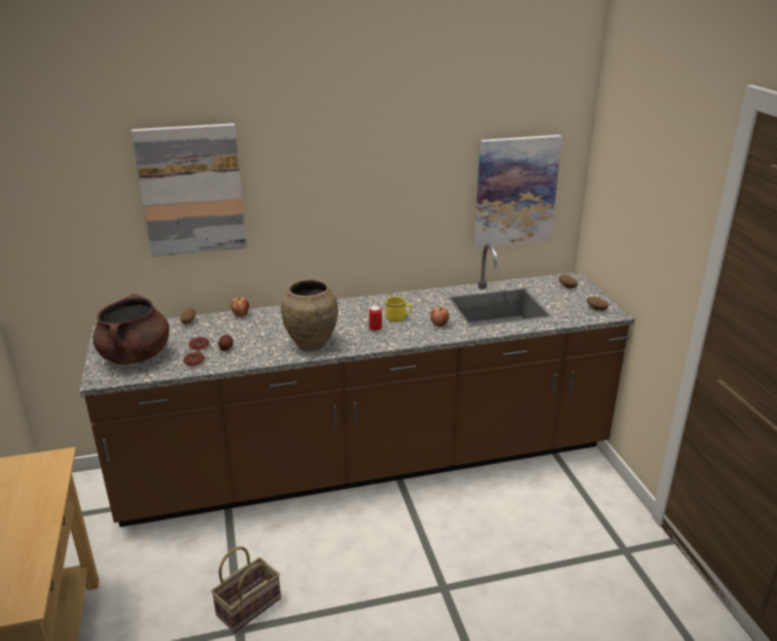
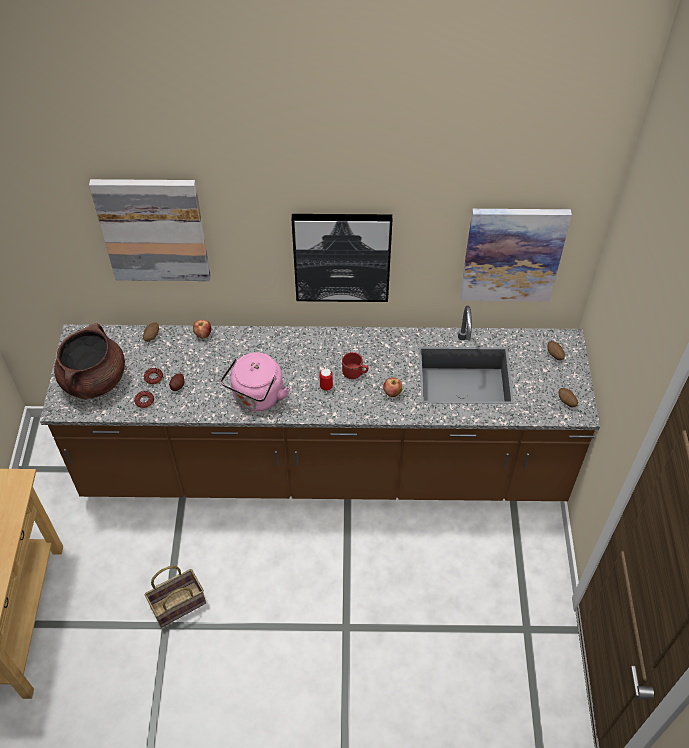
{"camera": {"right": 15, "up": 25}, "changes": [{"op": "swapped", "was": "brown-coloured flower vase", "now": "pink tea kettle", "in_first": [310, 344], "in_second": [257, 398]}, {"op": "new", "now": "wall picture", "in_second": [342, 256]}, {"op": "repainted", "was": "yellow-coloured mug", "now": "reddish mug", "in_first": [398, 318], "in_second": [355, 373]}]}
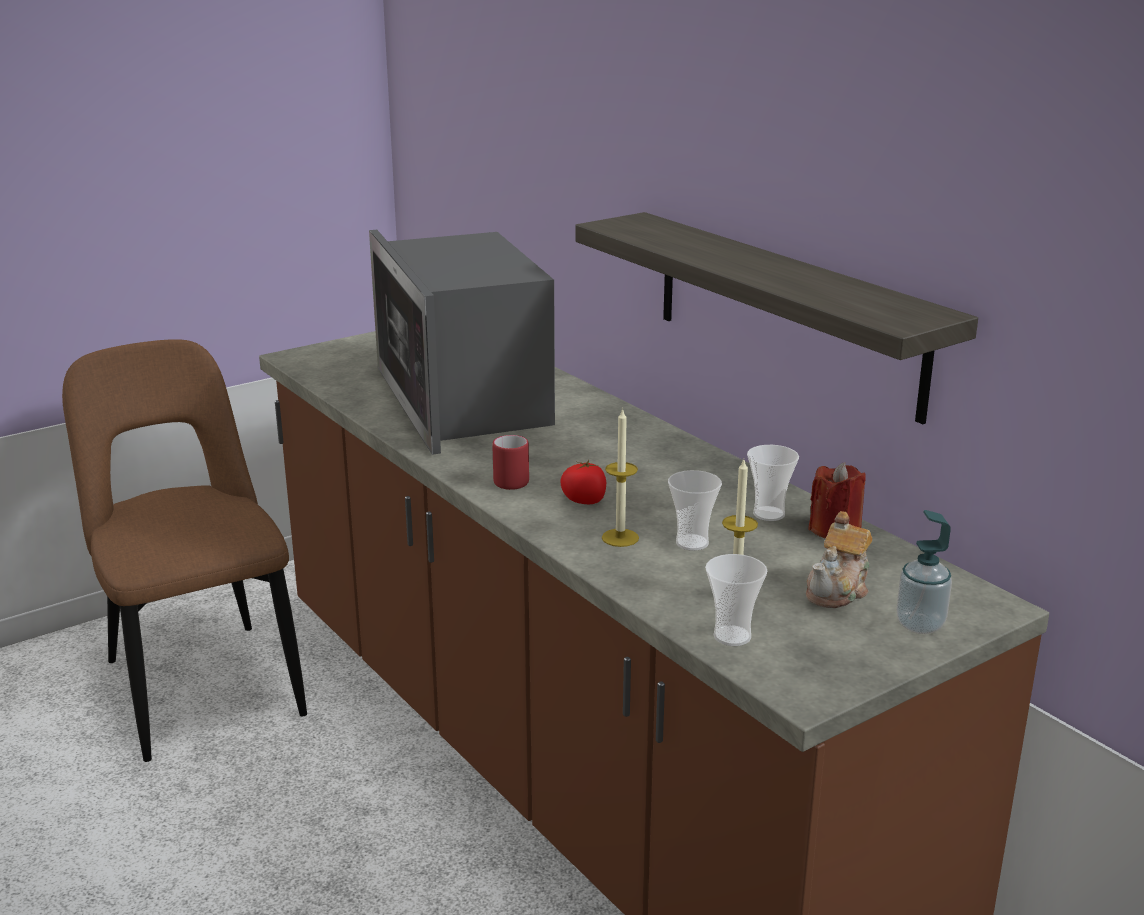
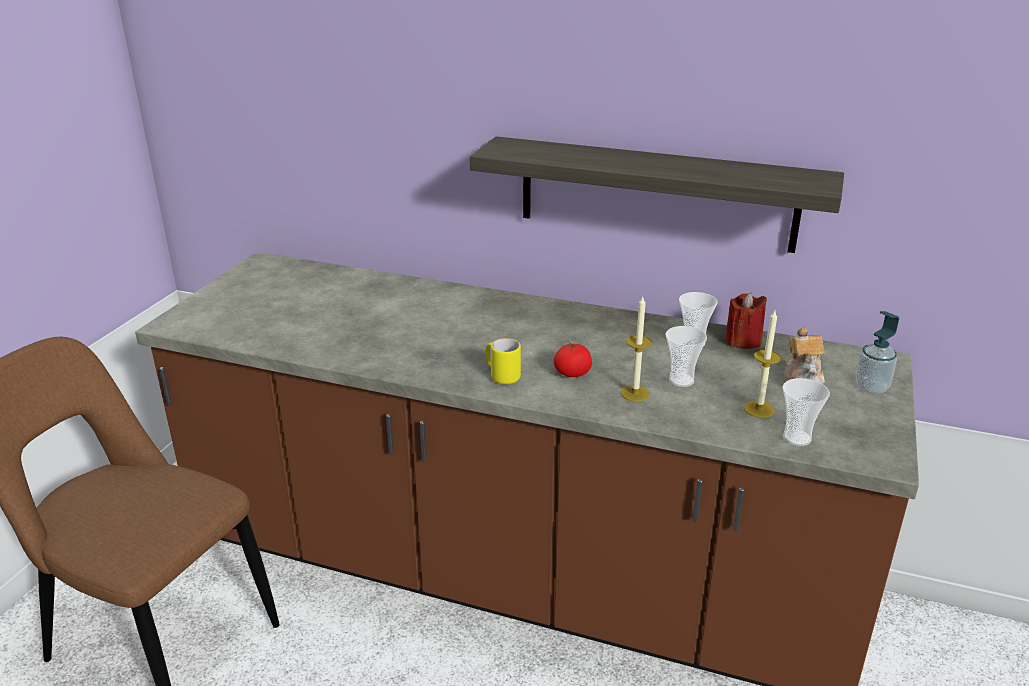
{"camera": {"right": -35, "up": 5}, "changes": [{"op": "repainted", "was": "reddish mug", "now": "yellow-coloured mug", "in_first": [510, 480], "in_second": [501, 376]}, {"op": "gone", "was": "microwave", "in_first": [463, 400]}]}
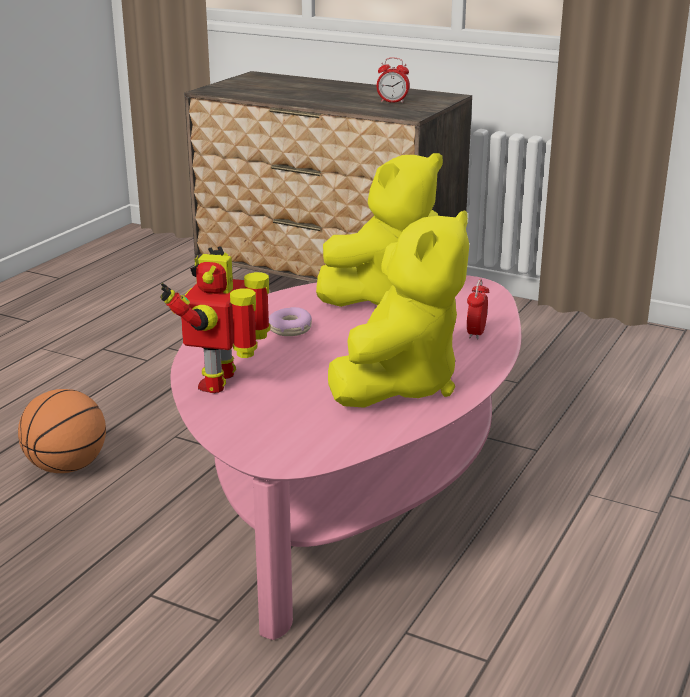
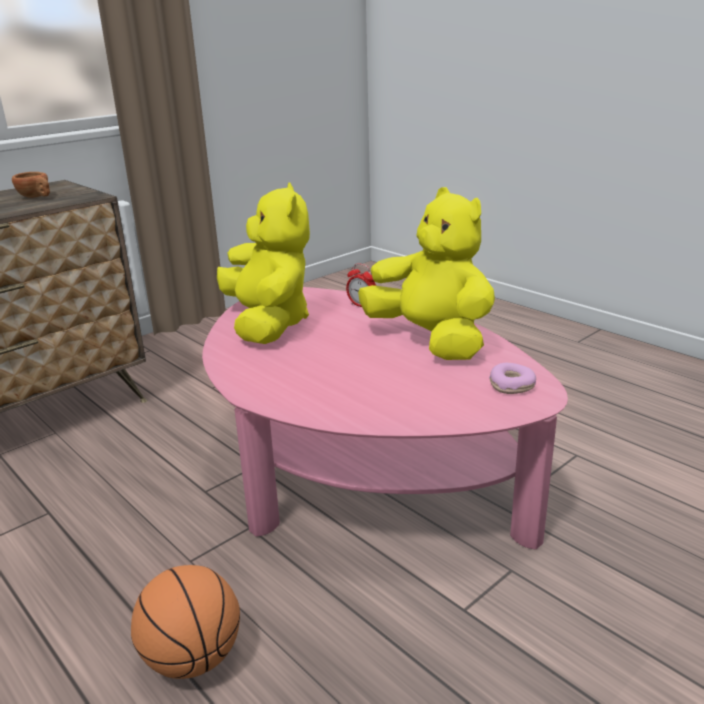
{"camera": {"right": -70, "up": 0}, "changes": [{"op": "swapped", "was": "alarm clock", "now": "brown-coloured drinking cup", "in_first": [392, 102], "in_second": [37, 197]}, {"op": "shifted", "was": "ring doughnut", "in_first": [290, 330], "in_second": [511, 385]}, {"op": "gone", "was": "model robot", "in_first": [222, 381]}]}
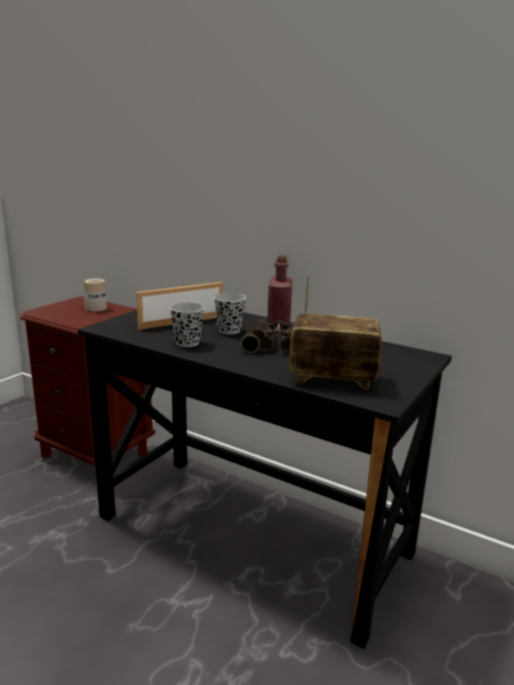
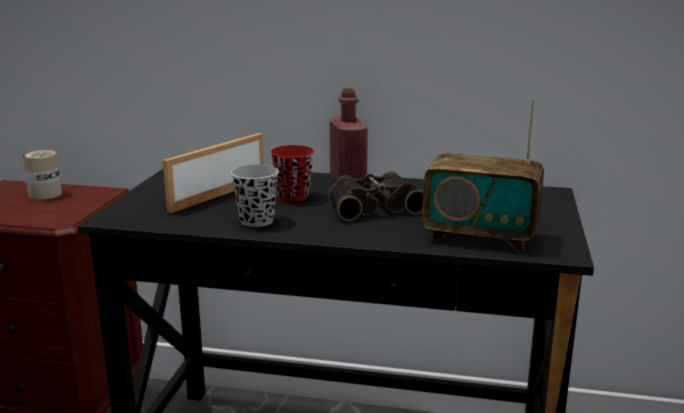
{"camera": {"right": -20, "up": 0}, "changes": [{"op": "repainted", "was": "black drinking cup", "now": "reddish drinking cup", "in_first": [229, 331], "in_second": [293, 197]}, {"op": "rotated", "was": "radio set", "in_first": [332, 379], "in_second": [480, 236], "clockwise": -150}]}
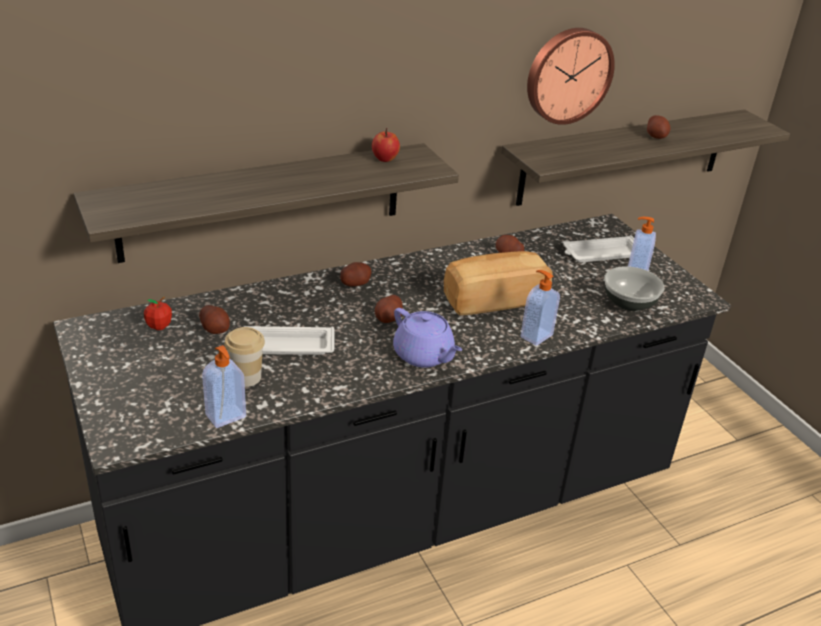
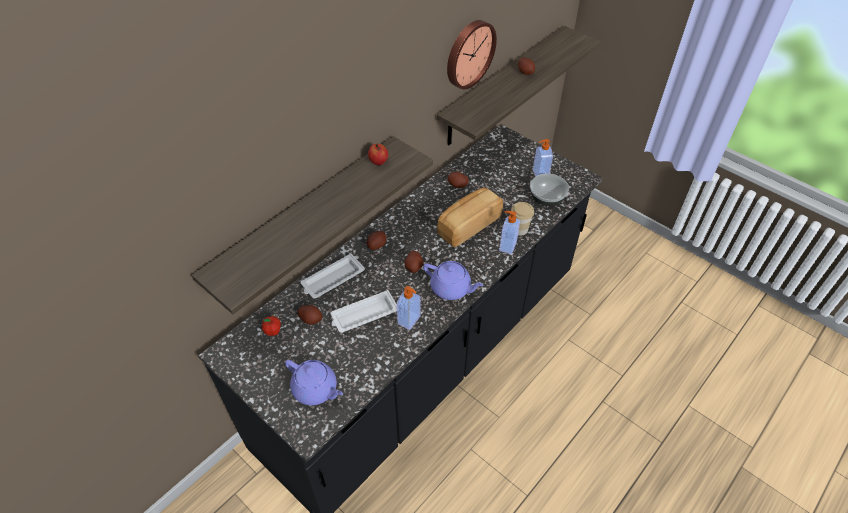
{"camera": {"right": -20, "up": 15}, "changes": [{"op": "new", "now": "purple tea pot", "in_second": [316, 389]}, {"op": "shifted", "was": "white-coloured carrying tray", "in_first": [601, 254], "in_second": [332, 280]}, {"op": "shifted", "was": "soap dispenser", "in_first": [226, 417], "in_second": [409, 320]}, {"op": "shifted", "was": "drinking cup", "in_first": [246, 377], "in_second": [519, 229]}]}
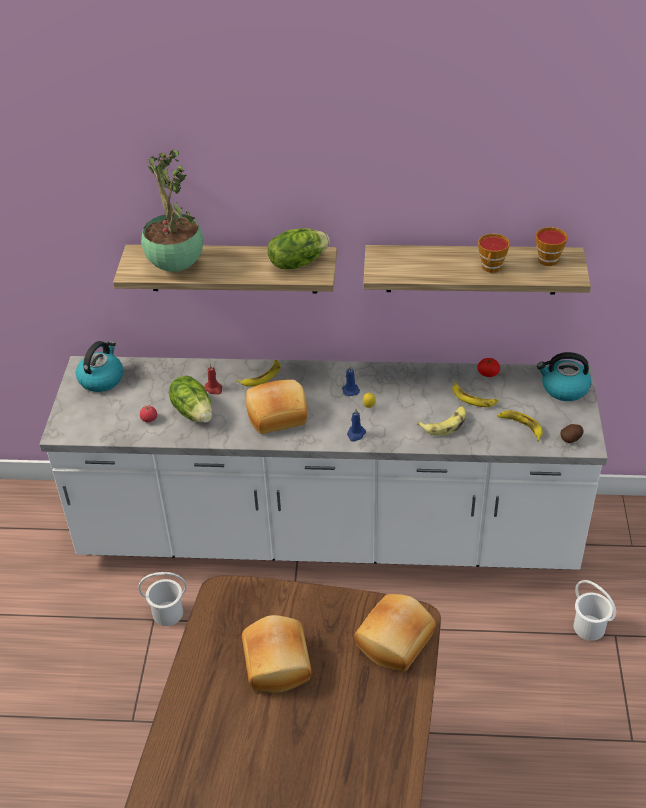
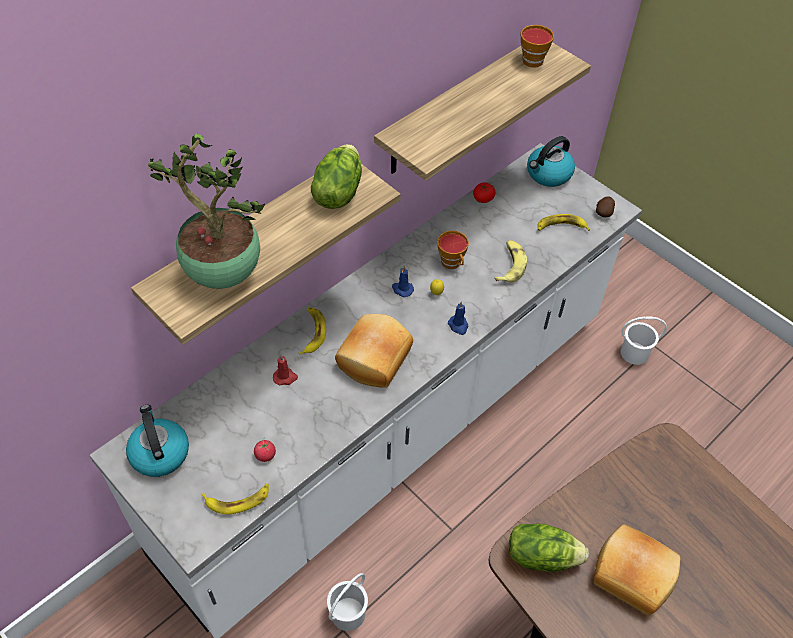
{"camera": {"right": -50, "up": 10}, "changes": [{"op": "shifted", "was": "whole banana", "in_first": [473, 398], "in_second": [238, 499]}, {"op": "shifted", "was": "drinking cup", "in_first": [491, 268], "in_second": [452, 263]}, {"op": "shifted", "was": "lettuce", "in_first": [193, 412], "in_second": [541, 555]}, {"op": "gone", "was": "baked bread", "in_first": [396, 642]}]}
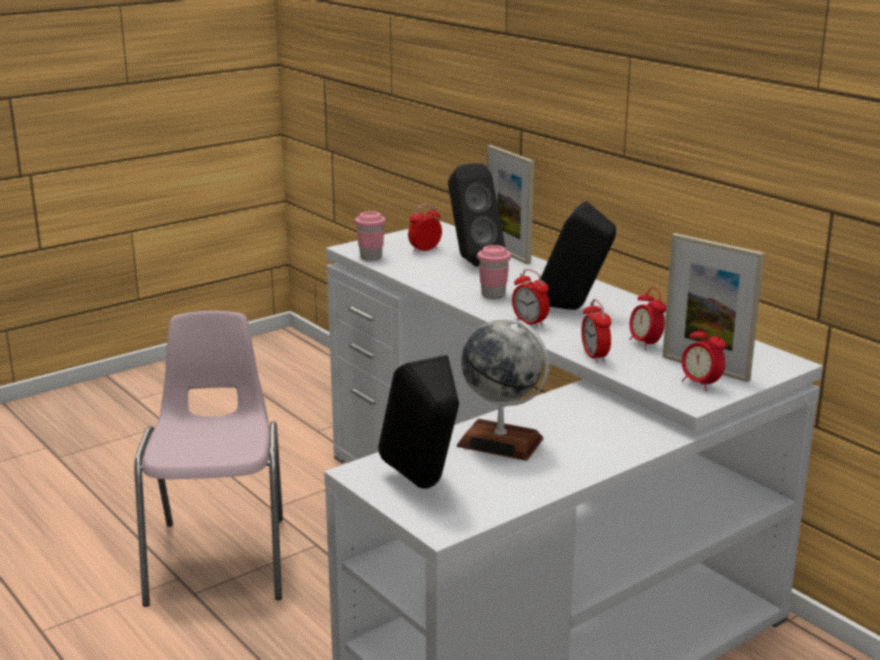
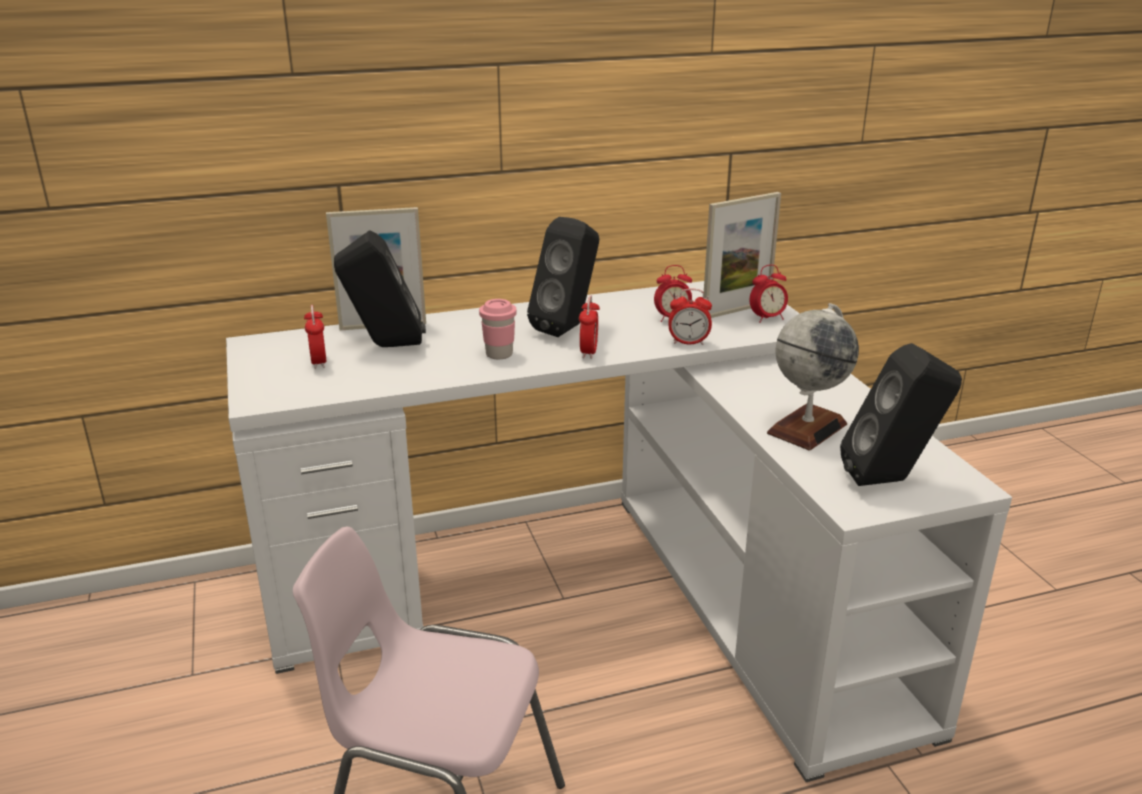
{"camera": {"right": -70, "up": 5}, "changes": [{"op": "rotated", "was": "alarm clock", "in_first": [530, 323], "in_second": [589, 352], "clockwise": -60}, {"op": "gone", "was": "pink drinking cup", "in_first": [371, 257]}]}
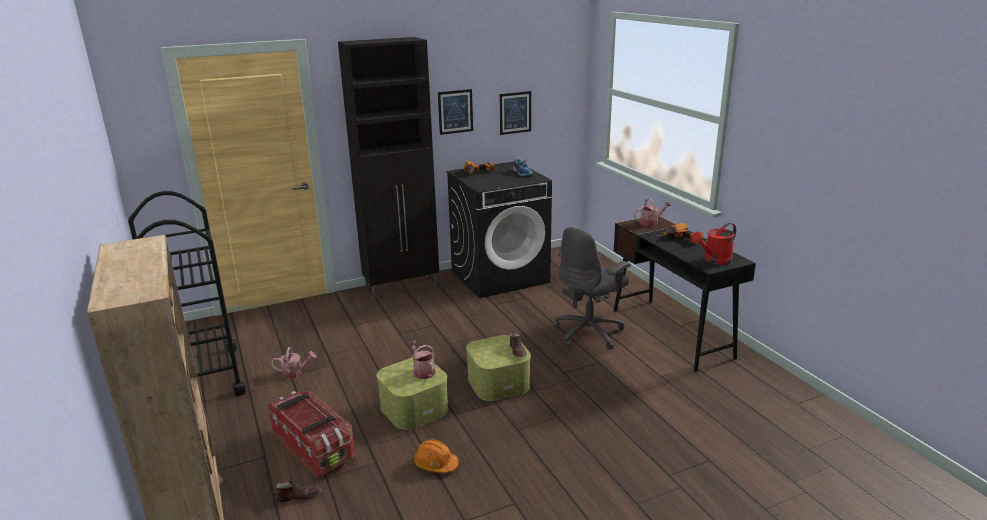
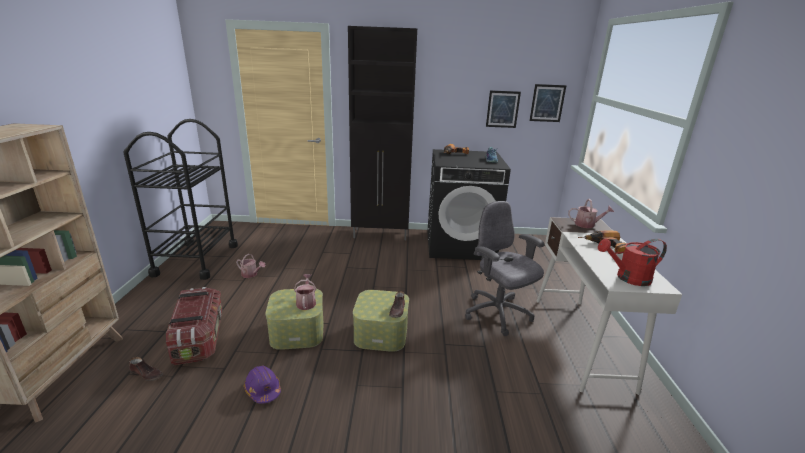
{"camera": {"right": 25, "up": 0}, "changes": [{"op": "repainted", "was": "orange safety helmet", "now": "purple safety helmet", "in_first": [435, 464], "in_second": [263, 390]}, {"op": "rotated", "was": "grey desk chair", "in_first": [589, 333], "in_second": [497, 314], "clockwise": 75}, {"op": "shifted", "was": "wall picture", "in_first": [455, 111], "in_second": [547, 103]}, {"op": "repainted", "was": "black desk unit", "now": "white-coloured desk unit", "in_first": [671, 333], "in_second": [580, 341]}]}
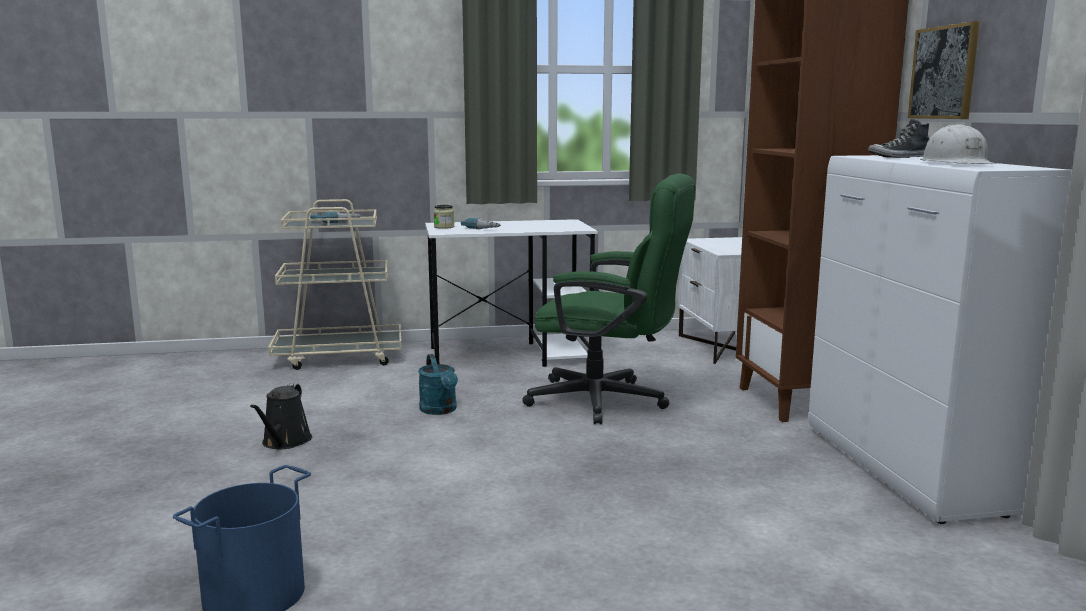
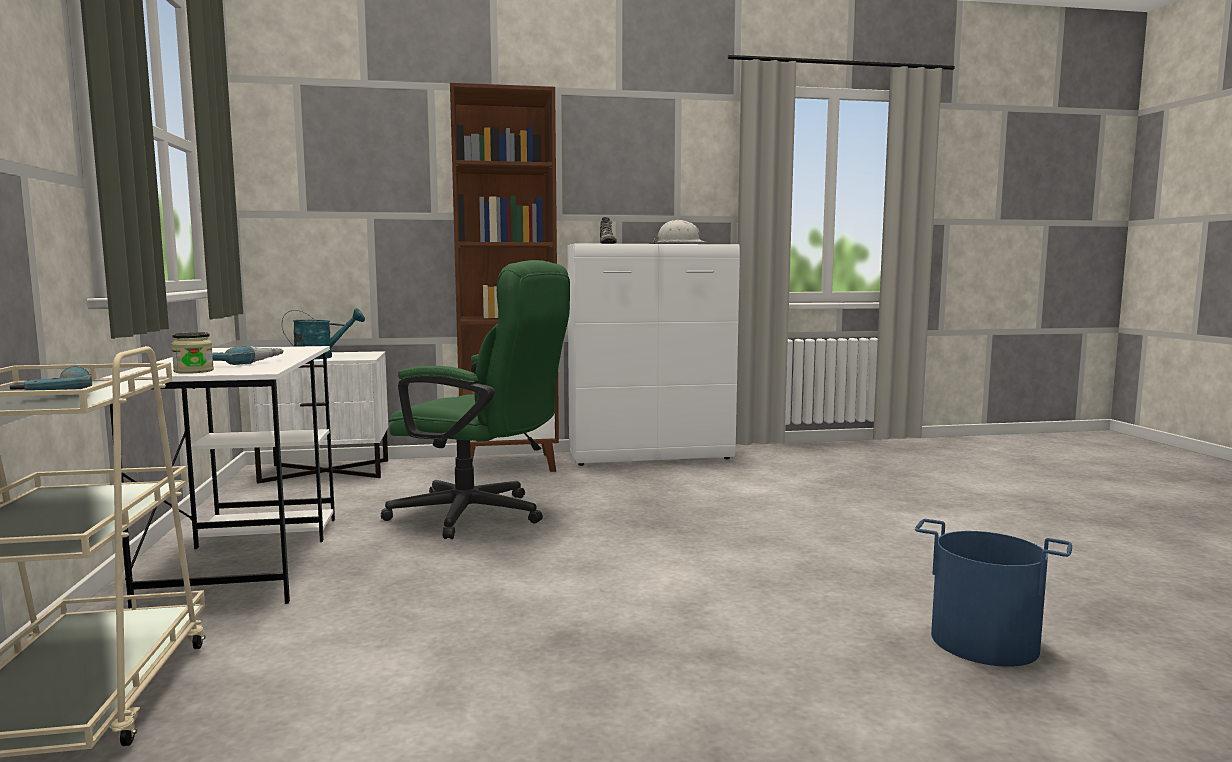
{"camera": {"right": -90, "up": -5}, "changes": [{"op": "shifted", "was": "blue-green watering can", "in_first": [440, 410], "in_second": [321, 357]}, {"op": "rotated", "was": "green desk chair", "in_first": [610, 401], "in_second": [481, 516], "clockwise": 90}, {"op": "gone", "was": "black watering can", "in_first": [285, 442]}, {"op": "gone", "was": "wall picture", "in_first": [944, 72]}]}
